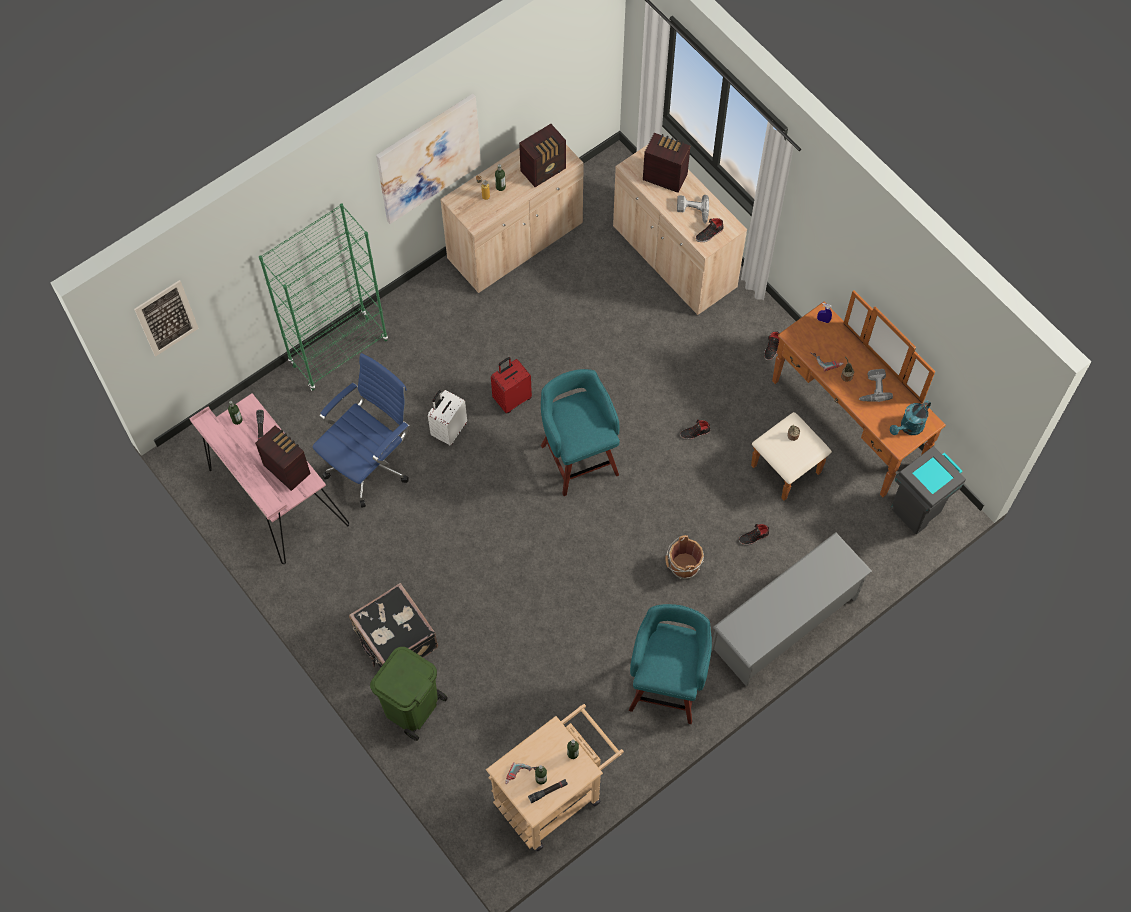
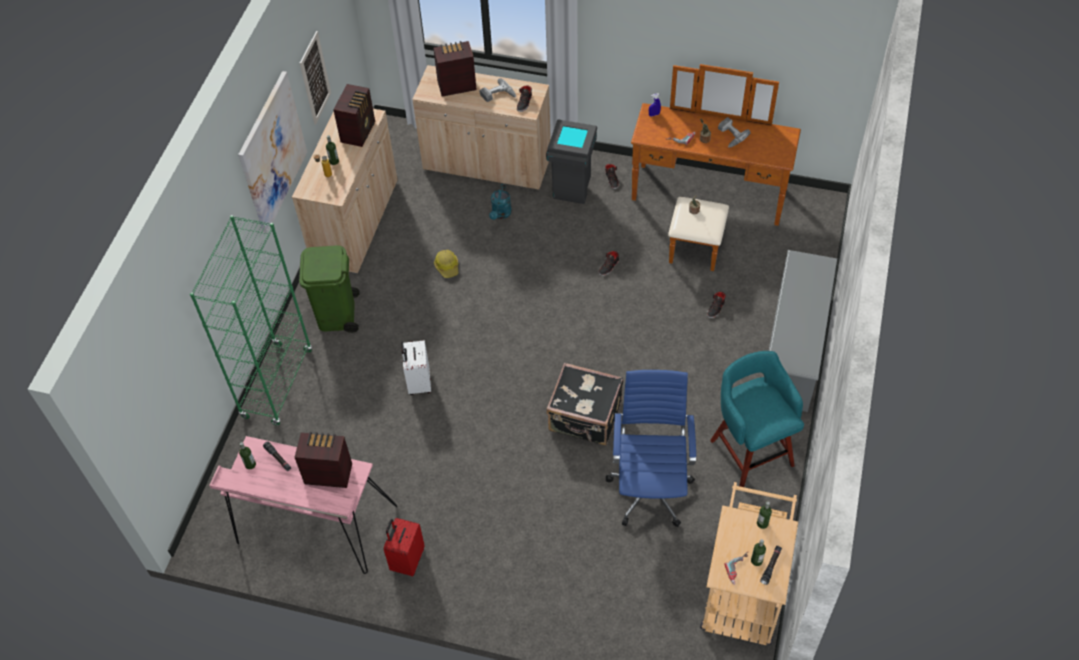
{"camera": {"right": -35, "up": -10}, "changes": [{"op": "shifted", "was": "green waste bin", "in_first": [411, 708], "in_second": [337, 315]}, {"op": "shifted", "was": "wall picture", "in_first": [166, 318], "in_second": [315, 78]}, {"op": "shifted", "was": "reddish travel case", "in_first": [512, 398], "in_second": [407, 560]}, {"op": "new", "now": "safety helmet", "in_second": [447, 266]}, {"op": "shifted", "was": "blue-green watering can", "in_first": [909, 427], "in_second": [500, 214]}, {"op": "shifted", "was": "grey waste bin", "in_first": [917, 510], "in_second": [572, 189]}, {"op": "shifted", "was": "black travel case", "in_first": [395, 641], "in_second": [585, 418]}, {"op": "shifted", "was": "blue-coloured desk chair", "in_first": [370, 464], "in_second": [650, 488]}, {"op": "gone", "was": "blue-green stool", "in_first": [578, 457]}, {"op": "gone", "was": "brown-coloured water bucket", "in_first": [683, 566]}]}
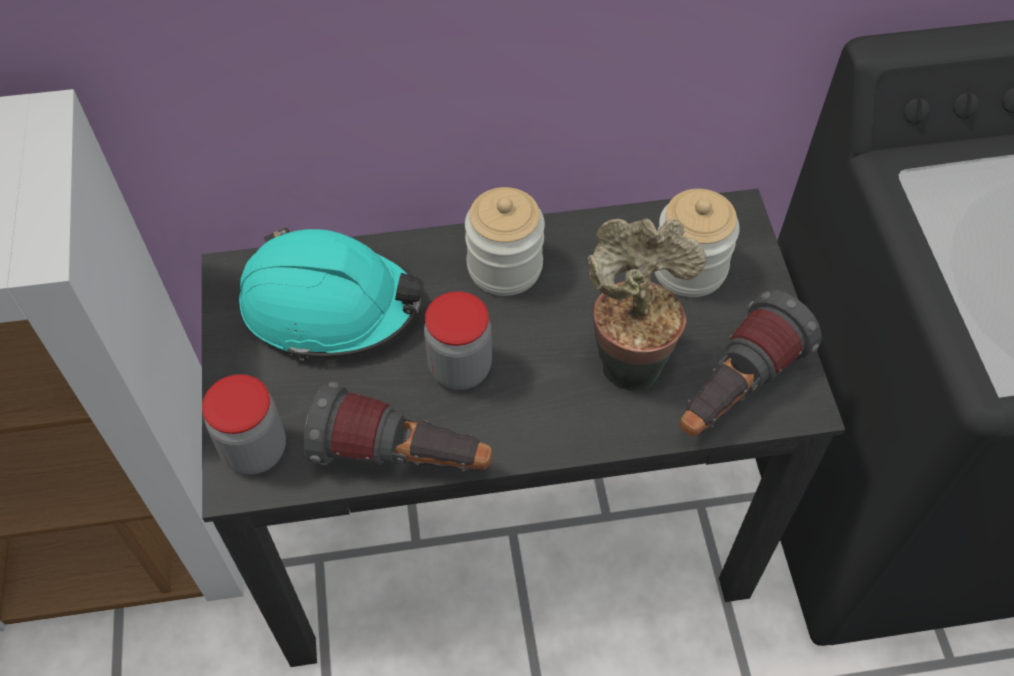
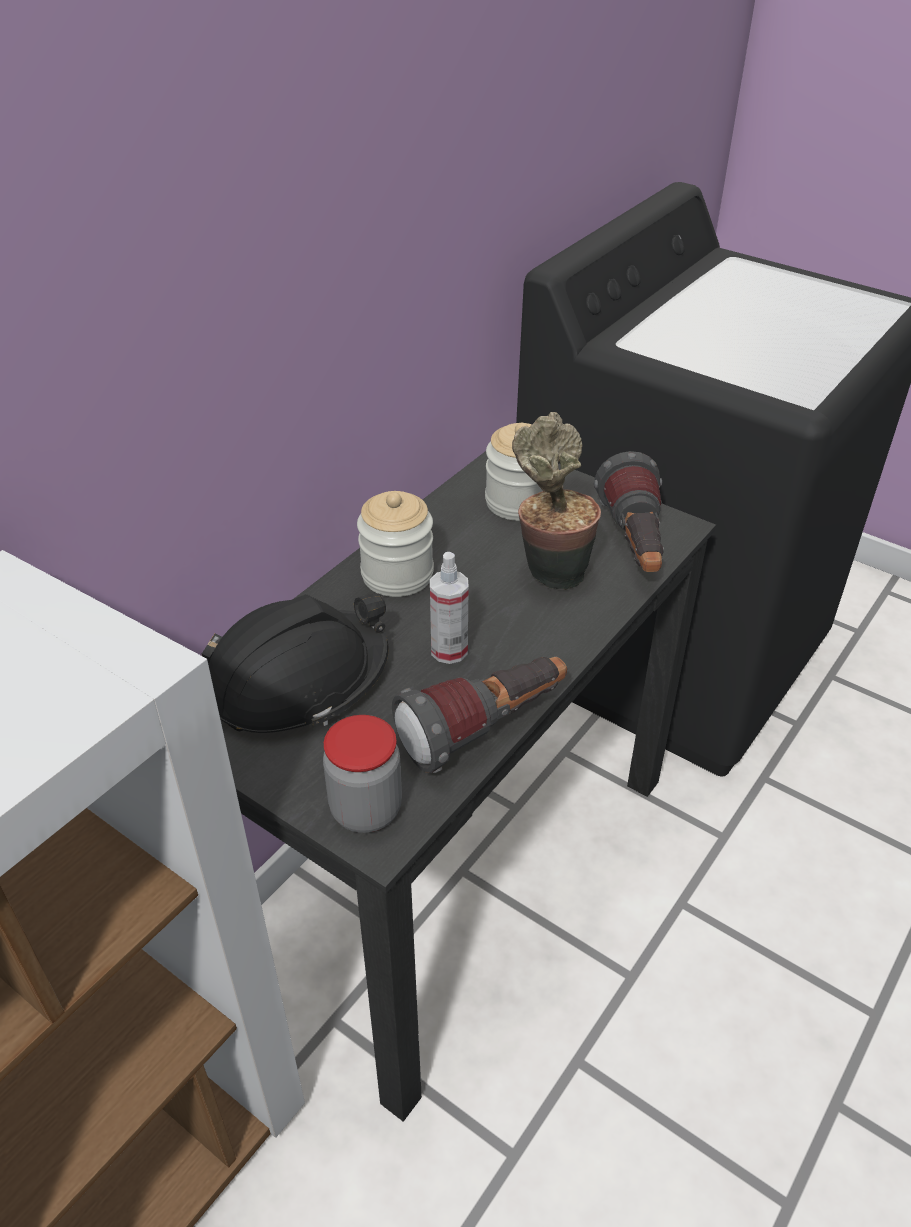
{"camera": {"right": -45, "up": -15}, "changes": [{"op": "repainted", "was": "blue-green safety helmet", "now": "black safety helmet", "in_first": [331, 306], "in_second": [299, 680]}, {"op": "swapped", "was": "jar", "now": "spray bottle", "in_first": [460, 368], "in_second": [449, 650]}]}
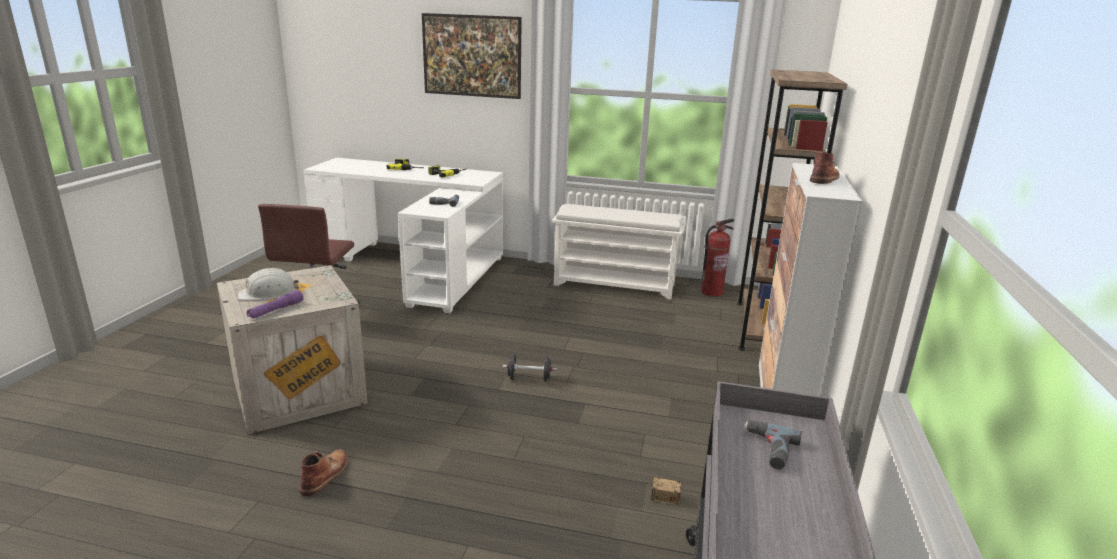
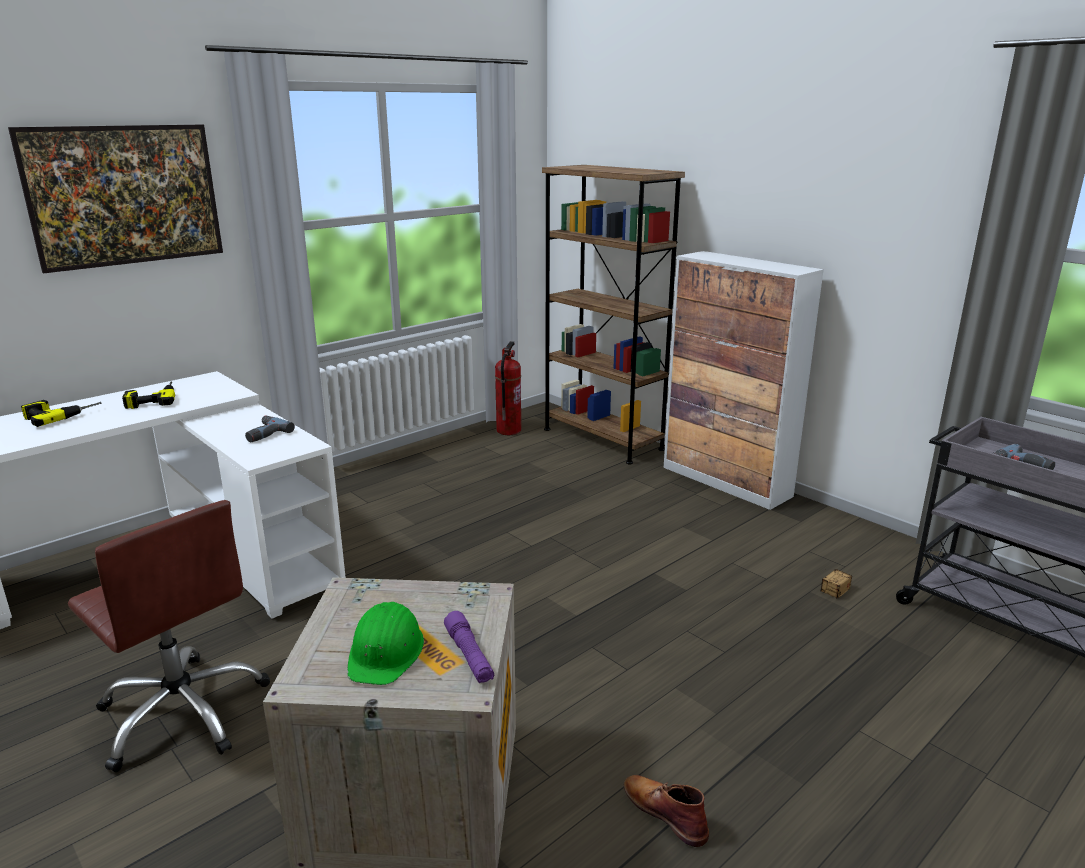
{"camera": {"right": -55, "up": 0}, "changes": [{"op": "repainted", "was": "white-coloured safety helmet", "now": "green safety helmet", "in_first": [268, 293], "in_second": [386, 652]}, {"op": "gone", "was": "black dumbbell", "in_first": [529, 378]}, {"op": "gone", "was": "white-coloured shoe stand", "in_first": [615, 284]}, {"op": "gone", "was": "brown-coloured tall boot", "in_first": [824, 178]}]}
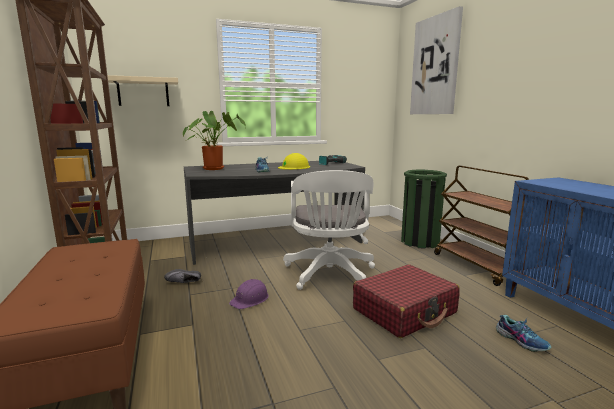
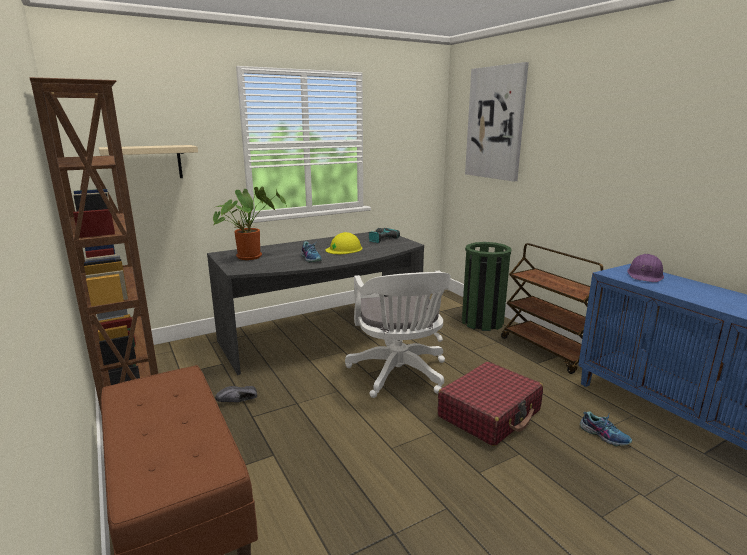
{"camera": {"right": -10, "up": 5}, "changes": [{"op": "shifted", "was": "purple safety helmet", "in_first": [250, 299], "in_second": [645, 275]}]}
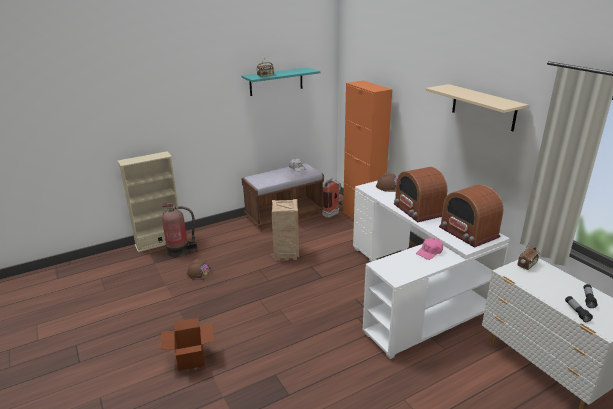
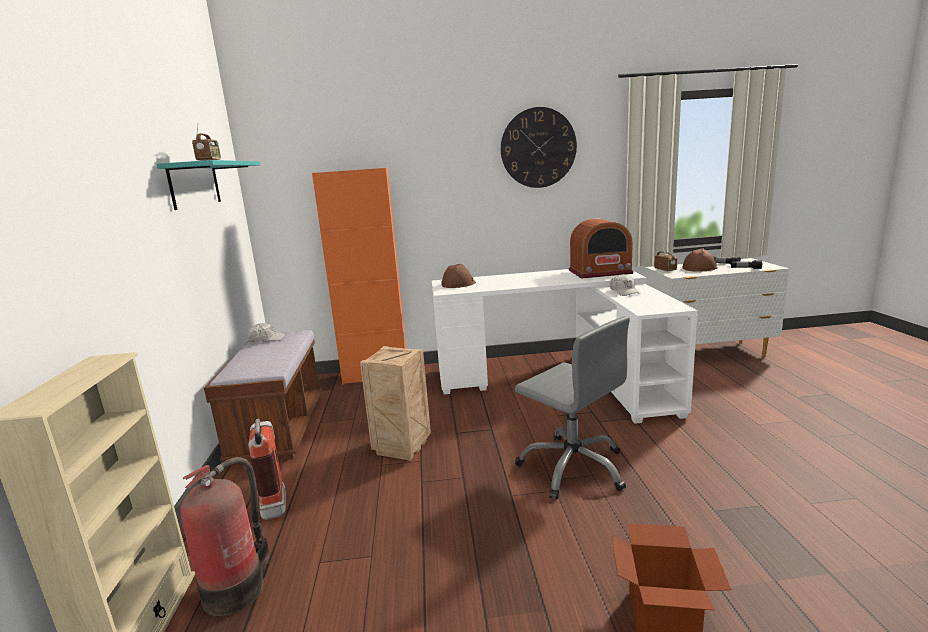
{"camera": {"right": -65, "up": -10}, "changes": [{"op": "shifted", "was": "fire-fighting cylinder", "in_first": [333, 213], "in_second": [275, 502]}, {"op": "swapped", "was": "beige-coloured shelf", "now": "wall clock", "in_first": [483, 107], "in_second": [538, 148]}, {"op": "new", "now": "grey desk chair", "in_second": [573, 467]}, {"op": "repainted", "was": "pink cap", "now": "white-coloured cap", "in_first": [430, 252], "in_second": [624, 291]}, {"op": "shifted", "was": "brown-coloured safety helmet", "in_first": [199, 273], "in_second": [699, 268]}, {"op": "gone", "was": "radio set", "in_first": [418, 210]}]}
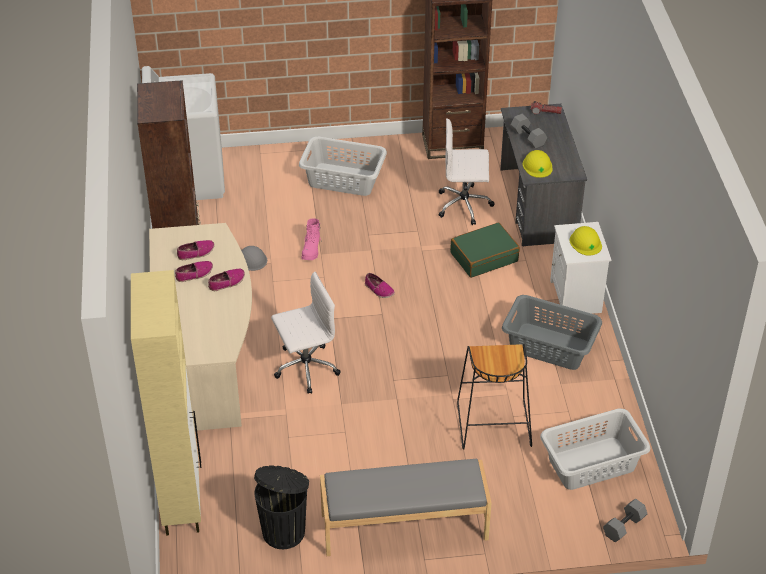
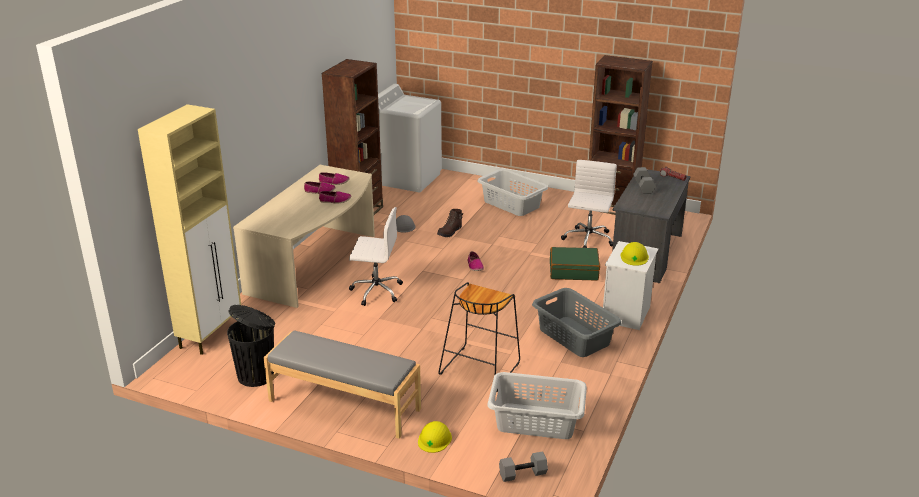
{"camera": {"right": 30, "up": -15}, "changes": [{"op": "shifted", "was": "yellow-coloured safety helmet", "in_first": [537, 166], "in_second": [434, 439]}, {"op": "repainted", "was": "pink tall boot", "now": "brown-coloured tall boot", "in_first": [311, 249], "in_second": [450, 232]}, {"op": "rotated", "was": "white-coloured desk chair", "in_first": [465, 205], "in_second": [588, 239], "clockwise": 75}]}
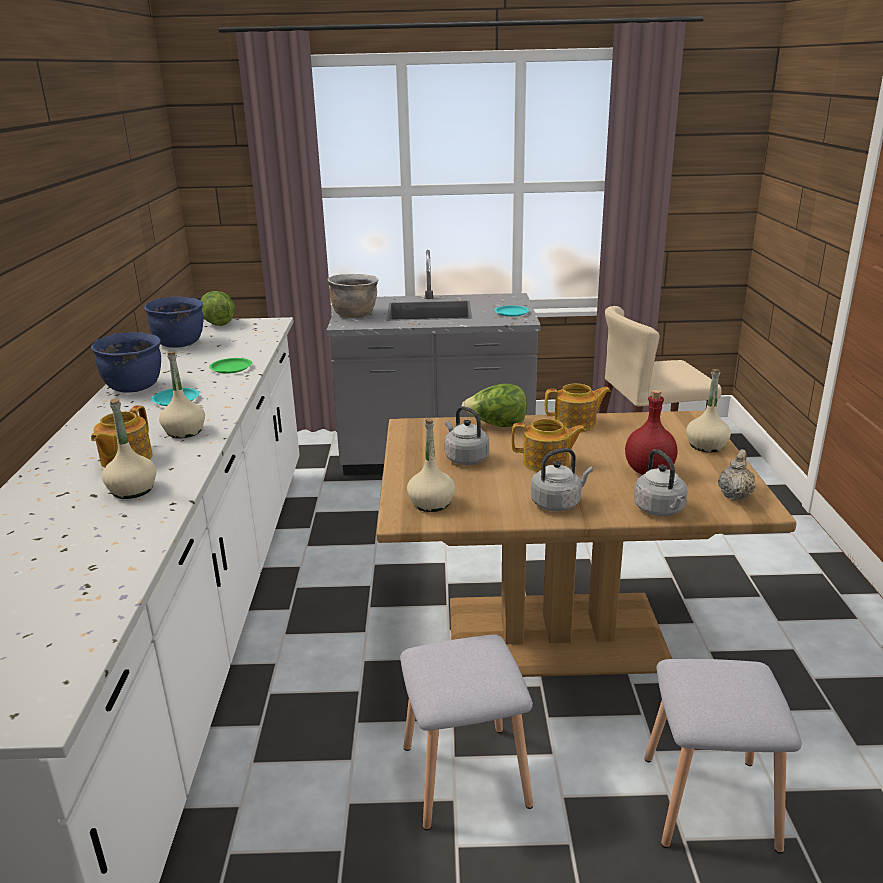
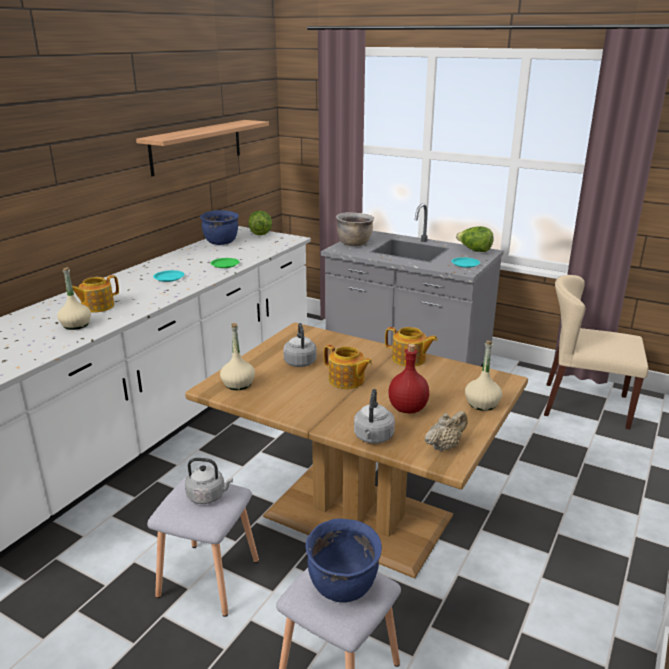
{"camera": {"right": 30, "up": 0}, "changes": [{"op": "new", "now": "shelf", "in_second": [197, 146]}, {"op": "shifted", "was": "grey tea kettle", "in_first": [558, 503], "in_second": [208, 496]}, {"op": "shifted", "was": "blue-coloured saucepot", "in_first": [135, 387], "in_second": [343, 586]}, {"op": "shifted", "was": "lettuce", "in_first": [497, 425], "in_second": [474, 250]}, {"op": "gone", "was": "beige-coloured beverage bottle", "in_first": [184, 431]}]}
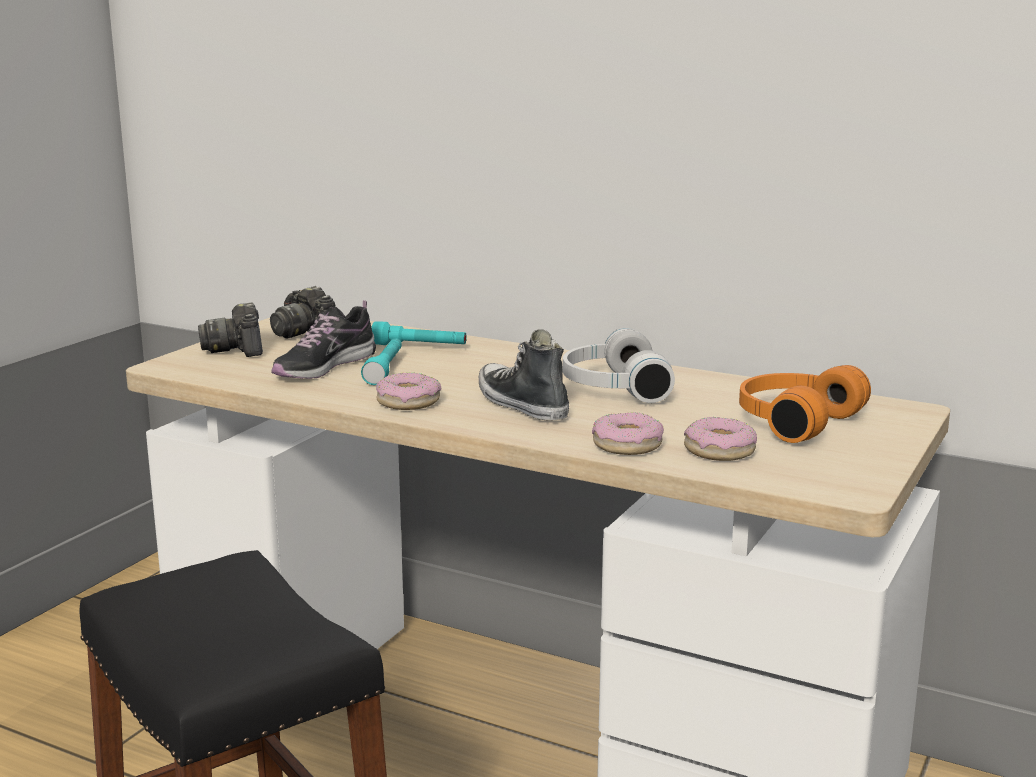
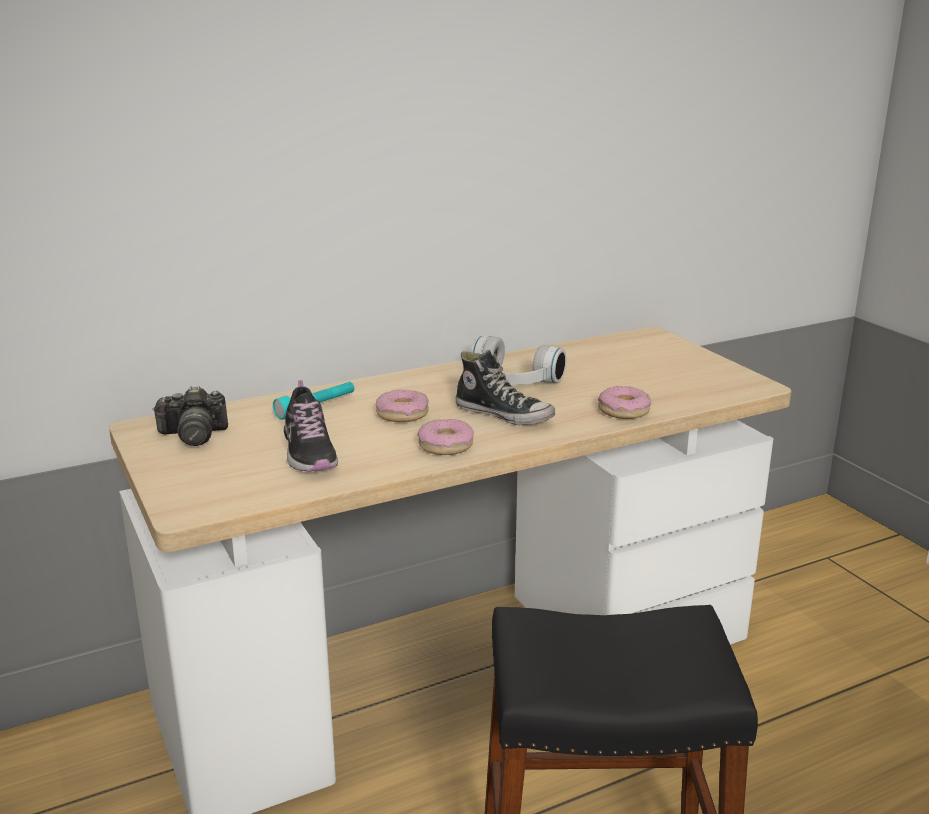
{"camera": {"right": -55, "up": 5}, "changes": [{"op": "shifted", "was": "ring doughnut", "in_first": [719, 450], "in_second": [402, 414]}, {"op": "rotated", "was": "item of footwear", "in_first": [521, 404], "in_second": [504, 415], "clockwise": -150}, {"op": "gone", "was": "still camera", "in_first": [237, 349]}, {"op": "gone", "was": "blue-green flashlight", "in_first": [385, 370]}, {"op": "gone", "was": "orange pair of headphones", "in_first": [793, 421]}]}
